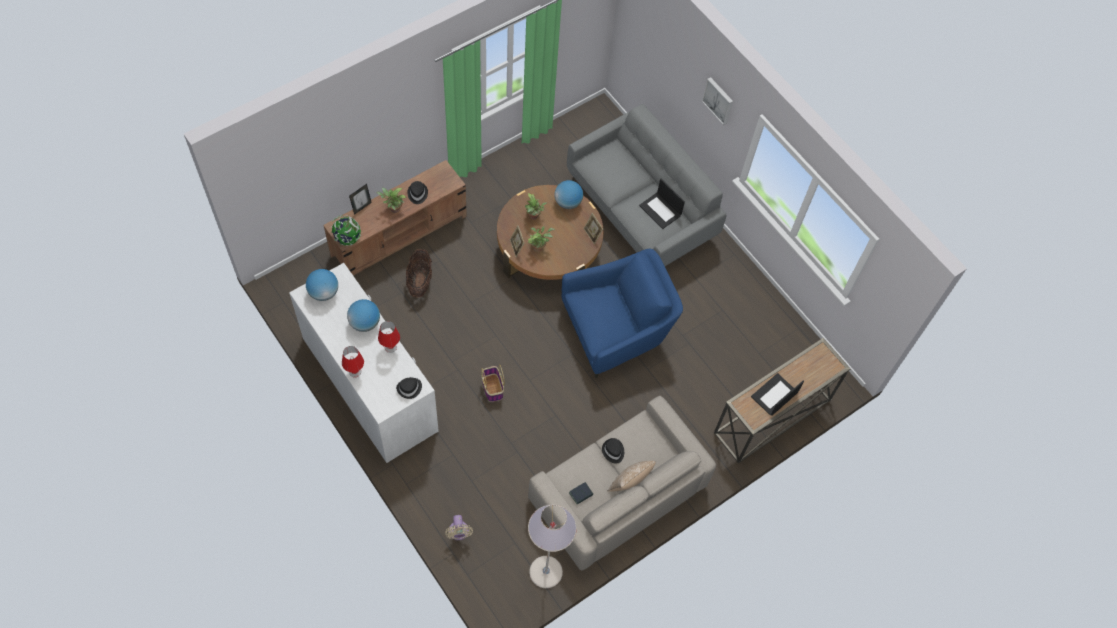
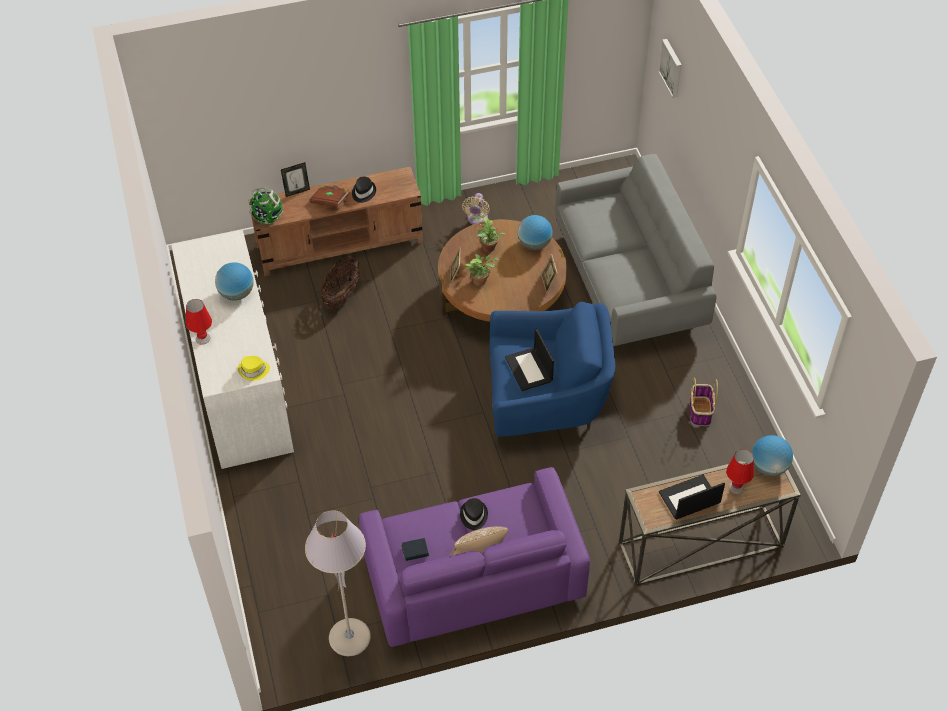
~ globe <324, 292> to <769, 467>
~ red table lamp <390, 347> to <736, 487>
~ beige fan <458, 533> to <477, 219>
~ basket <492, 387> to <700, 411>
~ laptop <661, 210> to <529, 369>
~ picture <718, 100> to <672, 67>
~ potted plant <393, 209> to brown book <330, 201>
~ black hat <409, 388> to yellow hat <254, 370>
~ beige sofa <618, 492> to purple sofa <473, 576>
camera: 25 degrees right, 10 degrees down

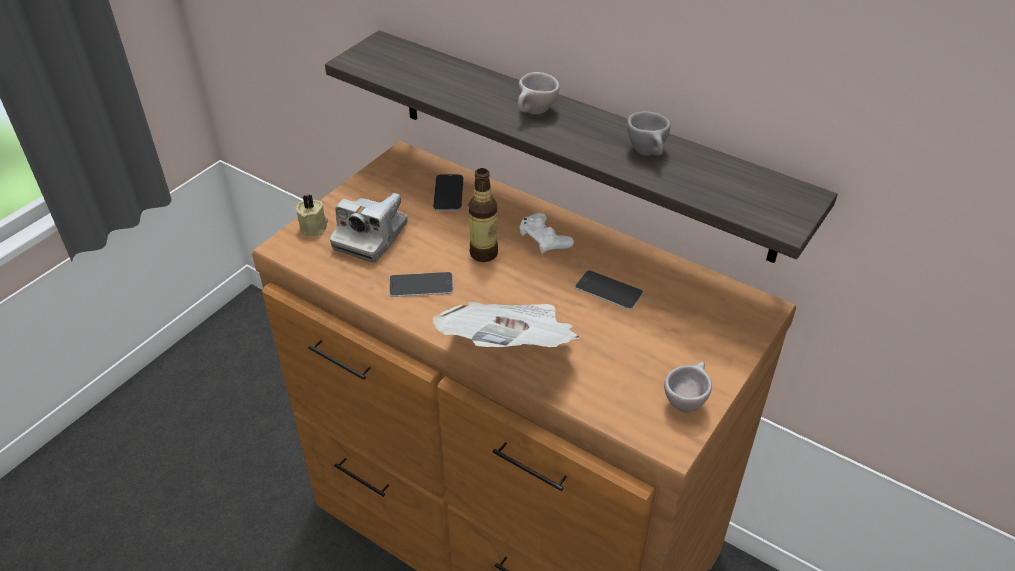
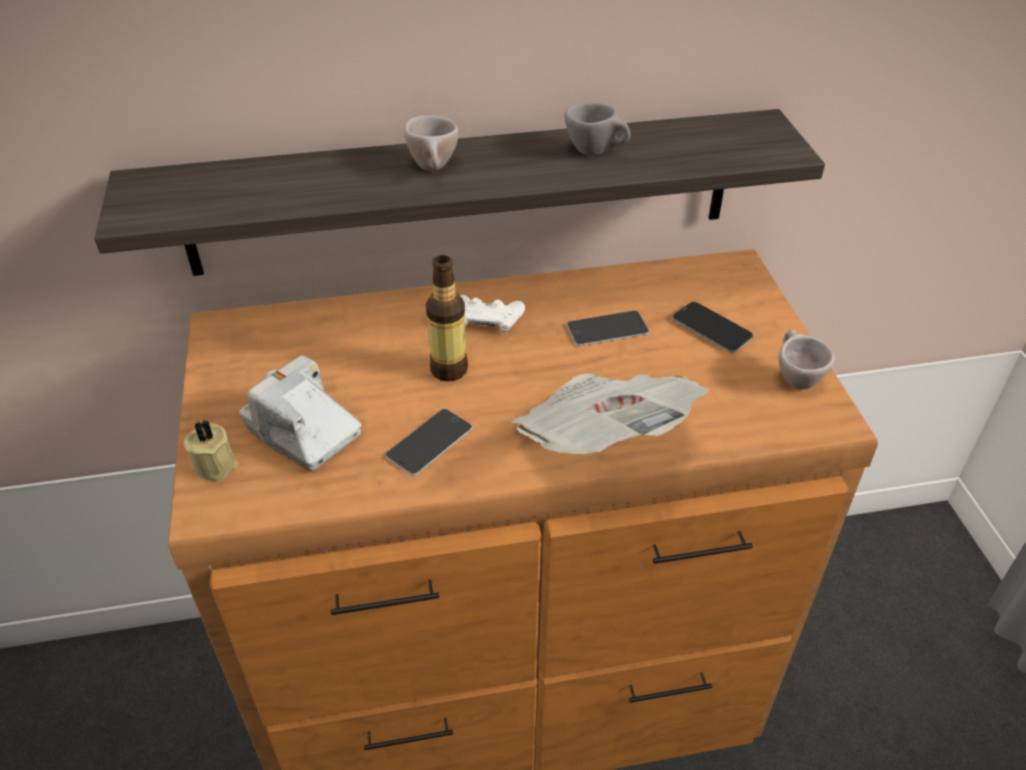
~ phone <448, 193> to <711, 328>
~ photo camera <371, 237> = <303, 431> 150 degrees clockwise
camera: 45 degrees left, 0 degrees up

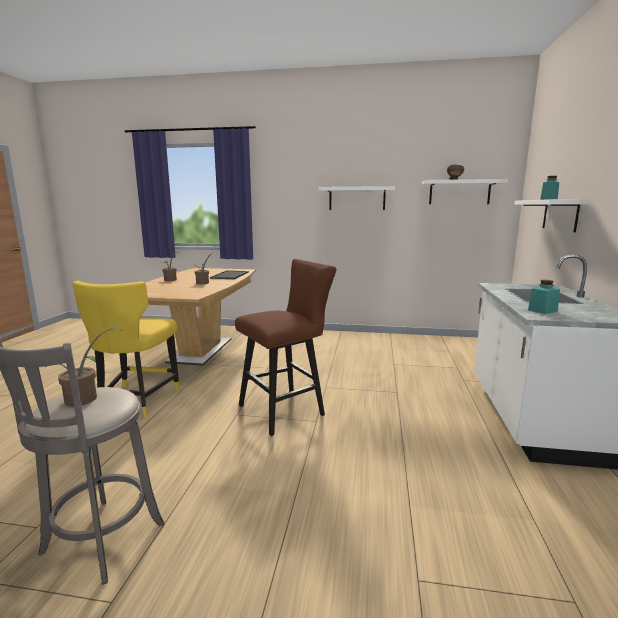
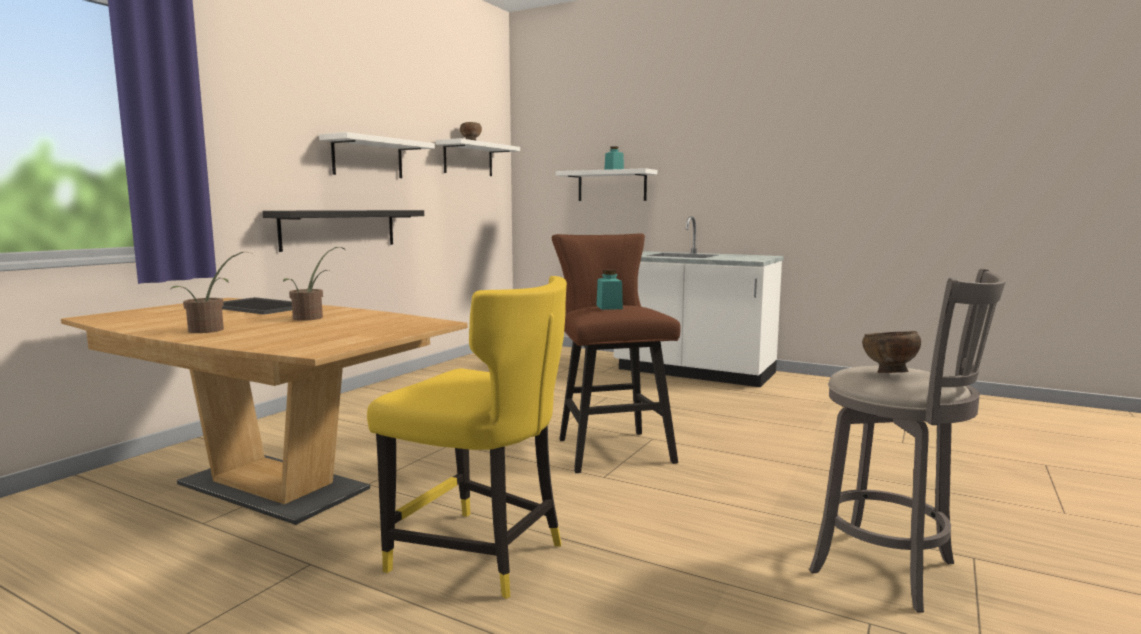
+ black shelf <339, 229>
~ turquoise jar <542, 310> to <609, 307>
~ potted plant <85, 399> to brown bowl <888, 374>
camera: 70 degrees left, 5 degrees down

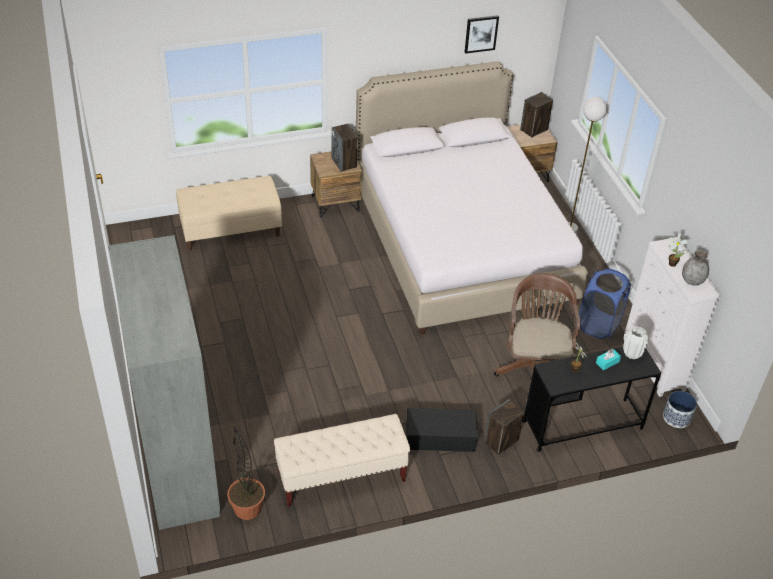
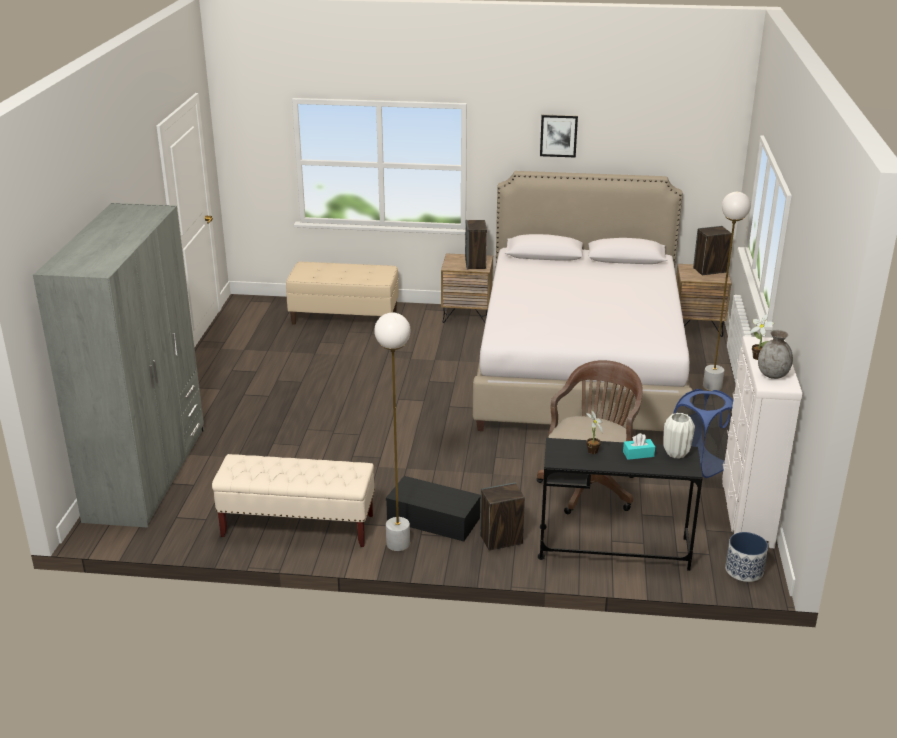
- potted plant <247, 508>
+ white floor lamp <398, 544>
~ picture <481, 33> to <558, 135>
camera: 25 degrees right, 15 degrees down

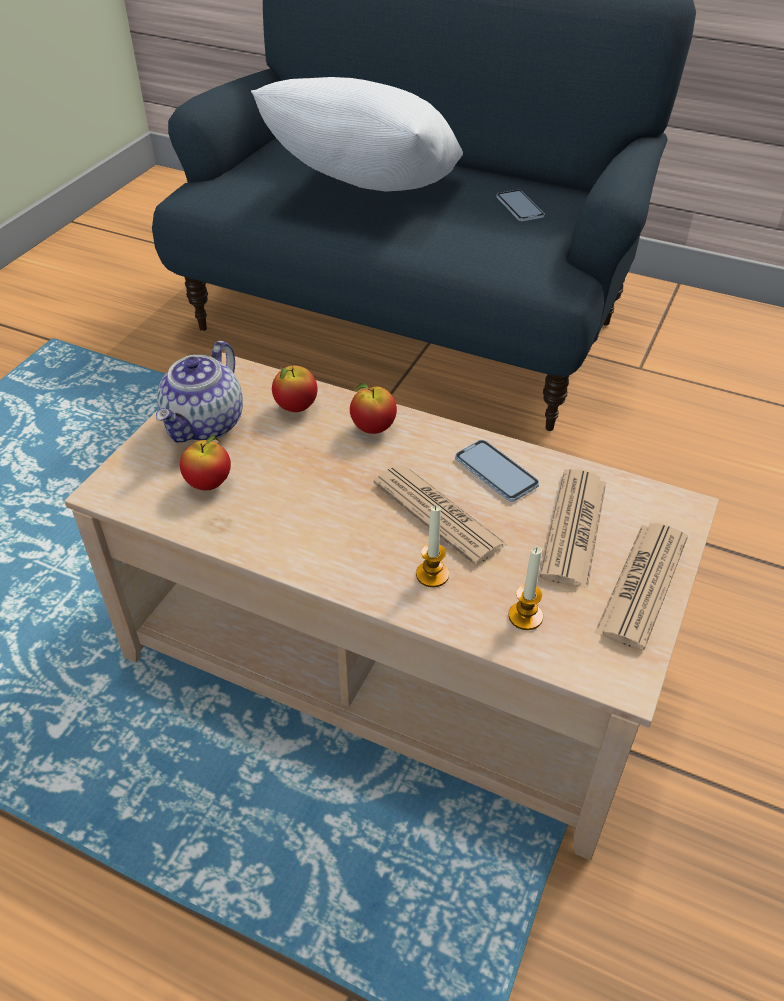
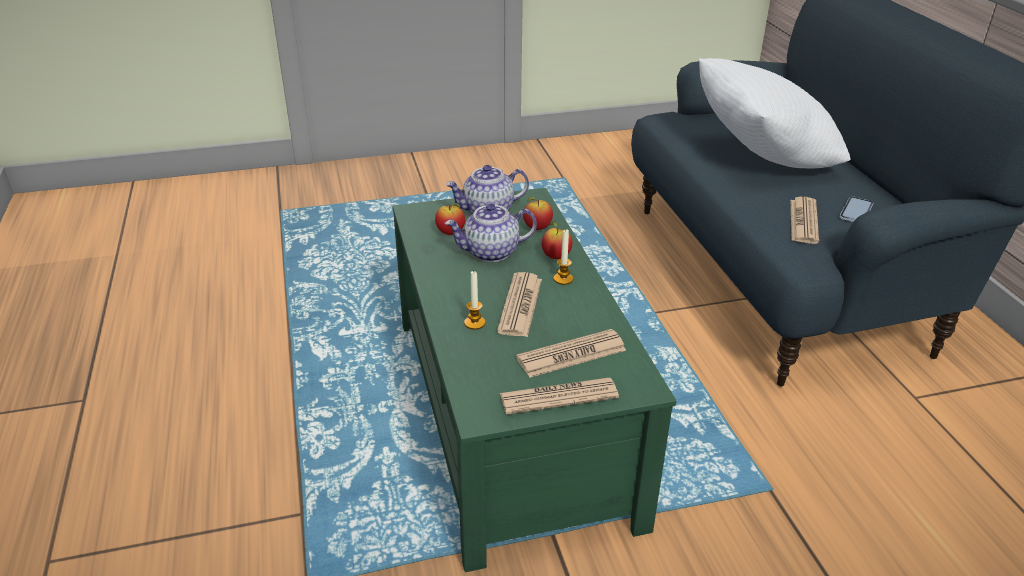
- phone <496, 472>
+ teapot <491, 252>
+ newspaper <803, 221>
~ candle <525, 616> to <563, 279>
~ beige coffee table <394, 654> to green coffee table <513, 416>
camera: 50 degrees right, 10 degrees down

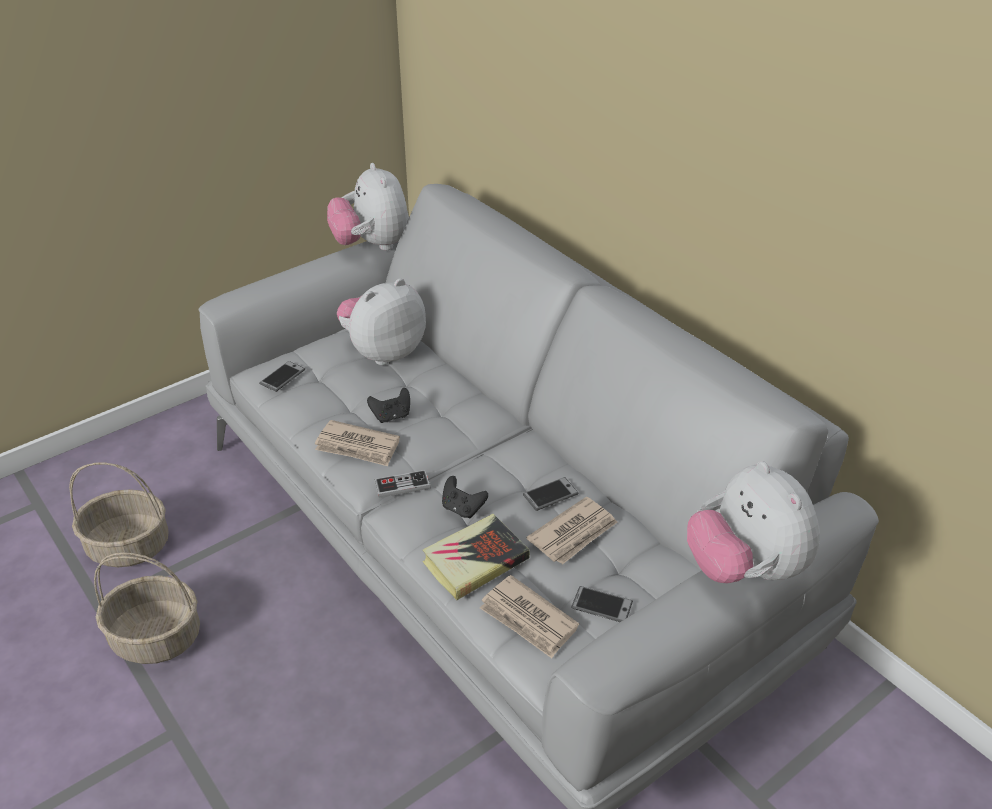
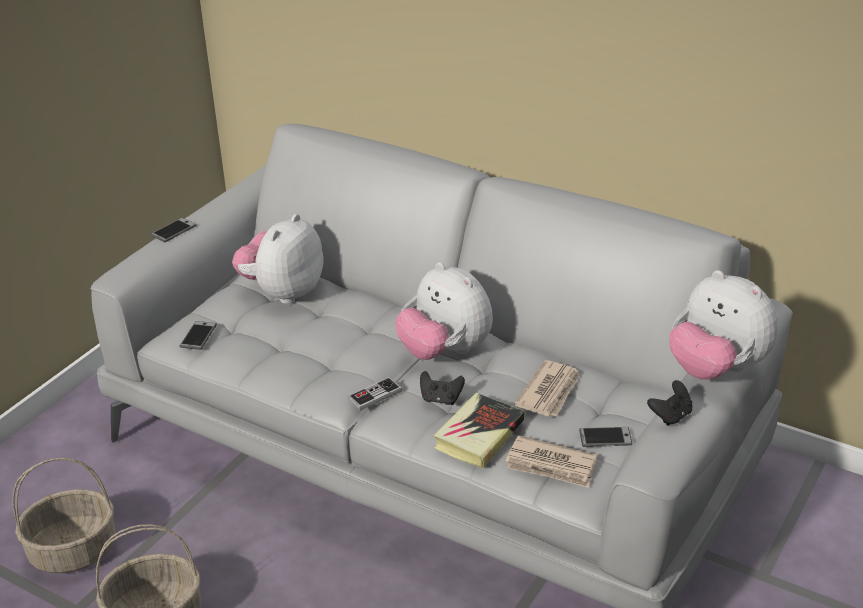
- newspaper <358, 446>
~ plush toy <372, 245> to <445, 351>
~ black game controller <391, 416> to <671, 416>
~ phone <550, 494> to <173, 231>
camera: 20 degrees left, 5 degrees down

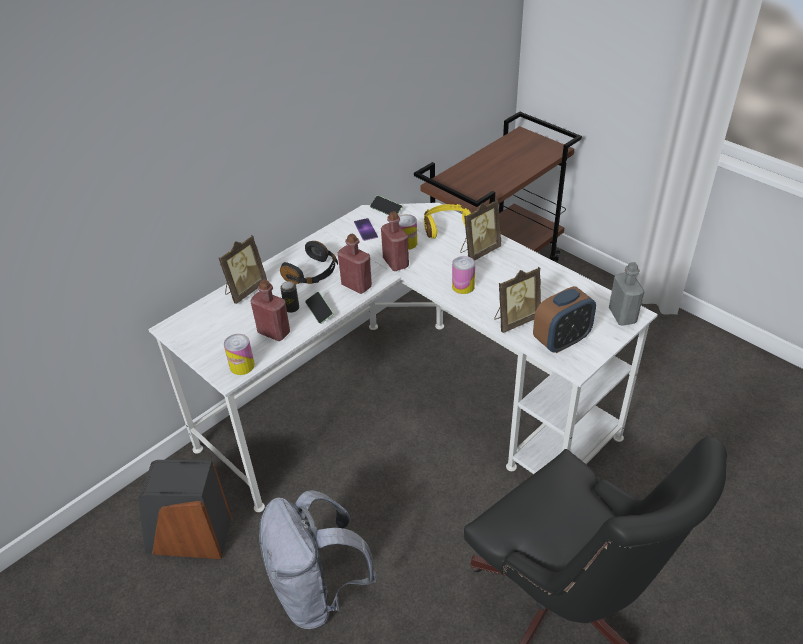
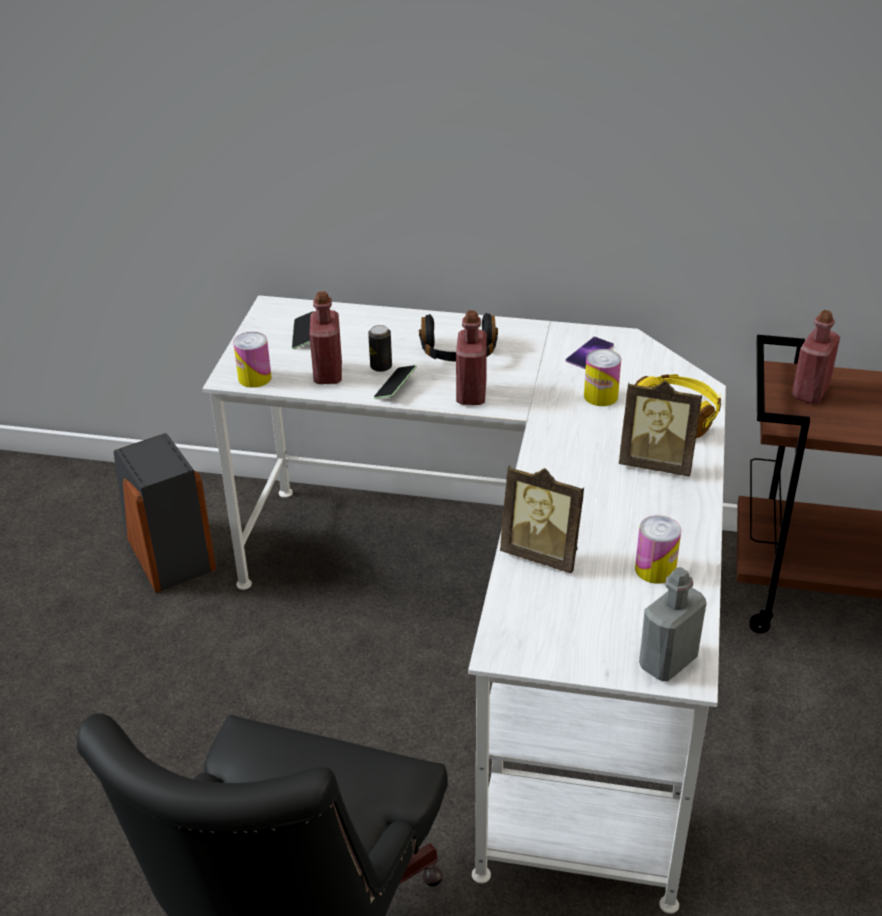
- picture frame <245, 290>
- grey backpack <319, 592>
- alarm clock <561, 341>
~ phone <386, 210> to <304, 336>
~ red bottle <395, 263> to <810, 392>
~ can <463, 286> to <655, 569>
camera: 55 degrees right, 5 degrees down

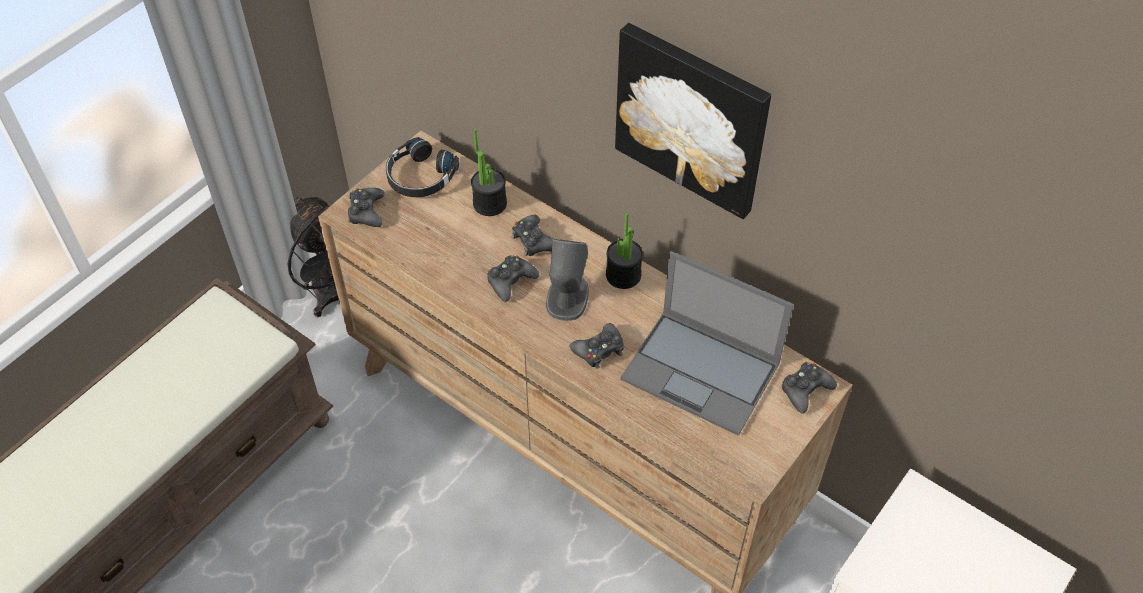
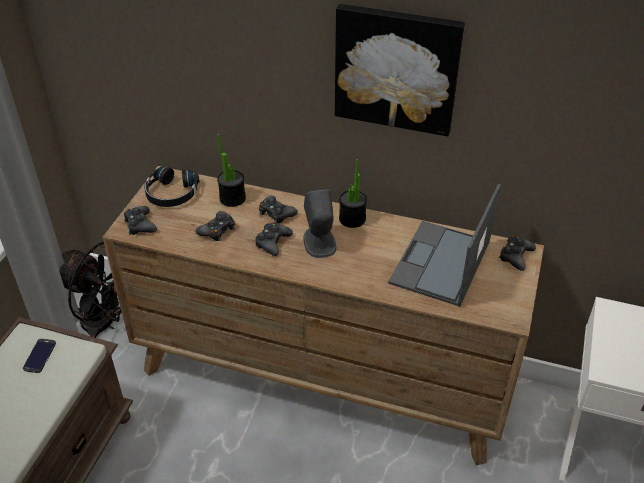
+ phone <40, 356>
~ black game controller <599, 350> to <217, 230>
~ laptop <702, 372> = <440, 264> 105 degrees clockwise
camera: 20 degrees left, 10 degrees down

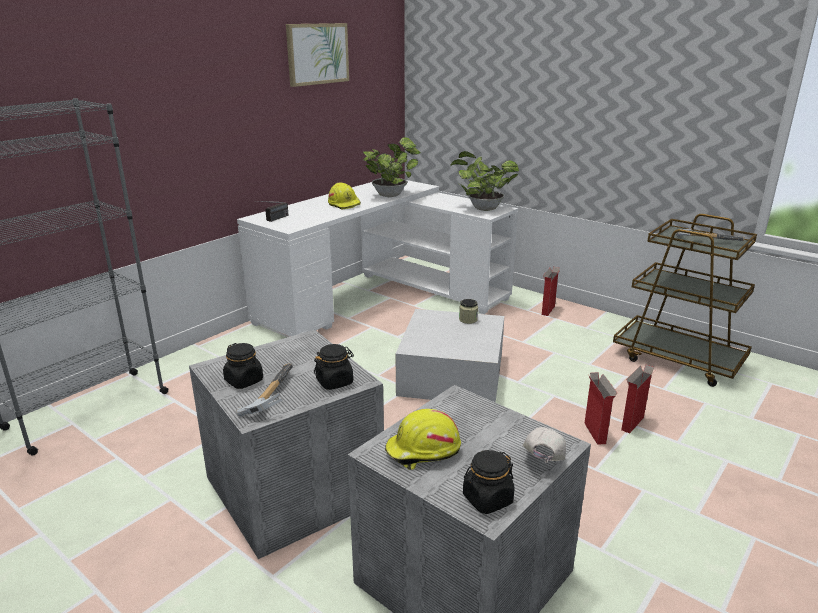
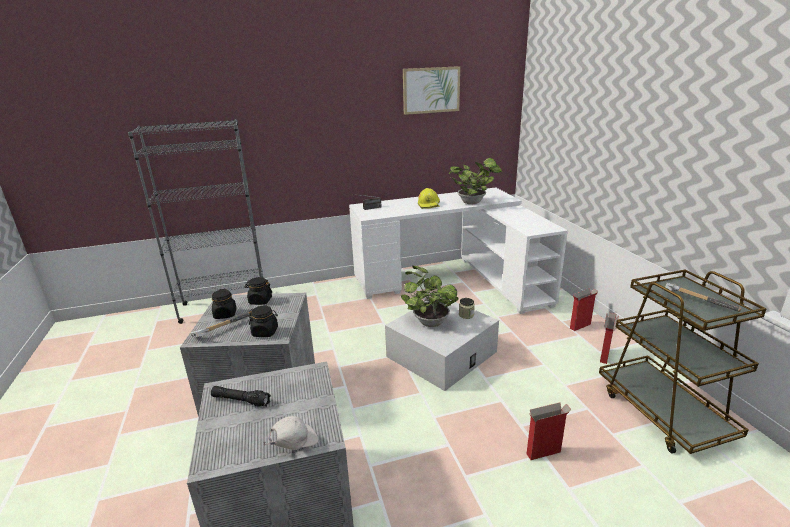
~ potted plant <482, 208> to <429, 321>
~ black jar <487, 499> to <260, 301>
~ cardboard box <595, 433> to <604, 356>
~ yellow hard hat <423, 451> to black flashlight <241, 400>
camera: 35 degrees right, 0 degrees up

